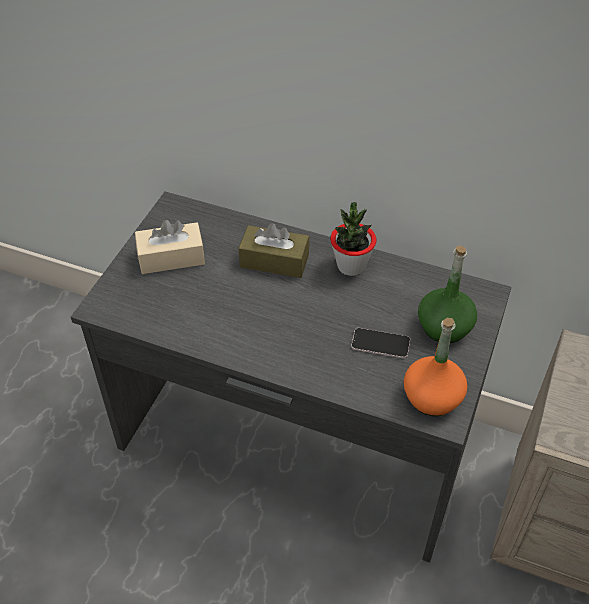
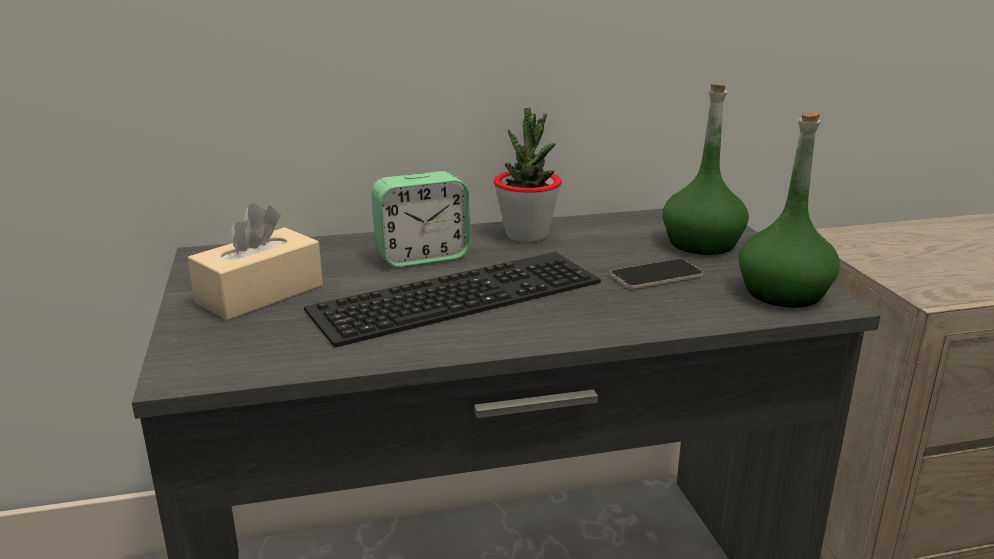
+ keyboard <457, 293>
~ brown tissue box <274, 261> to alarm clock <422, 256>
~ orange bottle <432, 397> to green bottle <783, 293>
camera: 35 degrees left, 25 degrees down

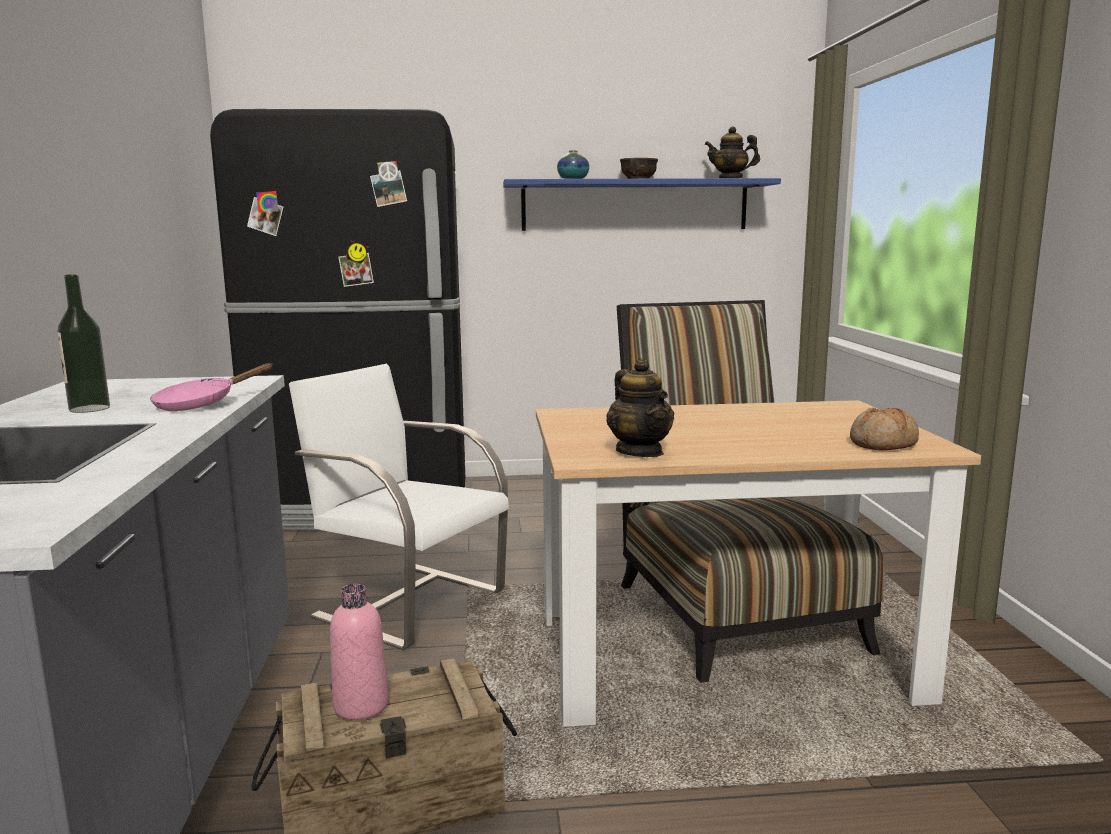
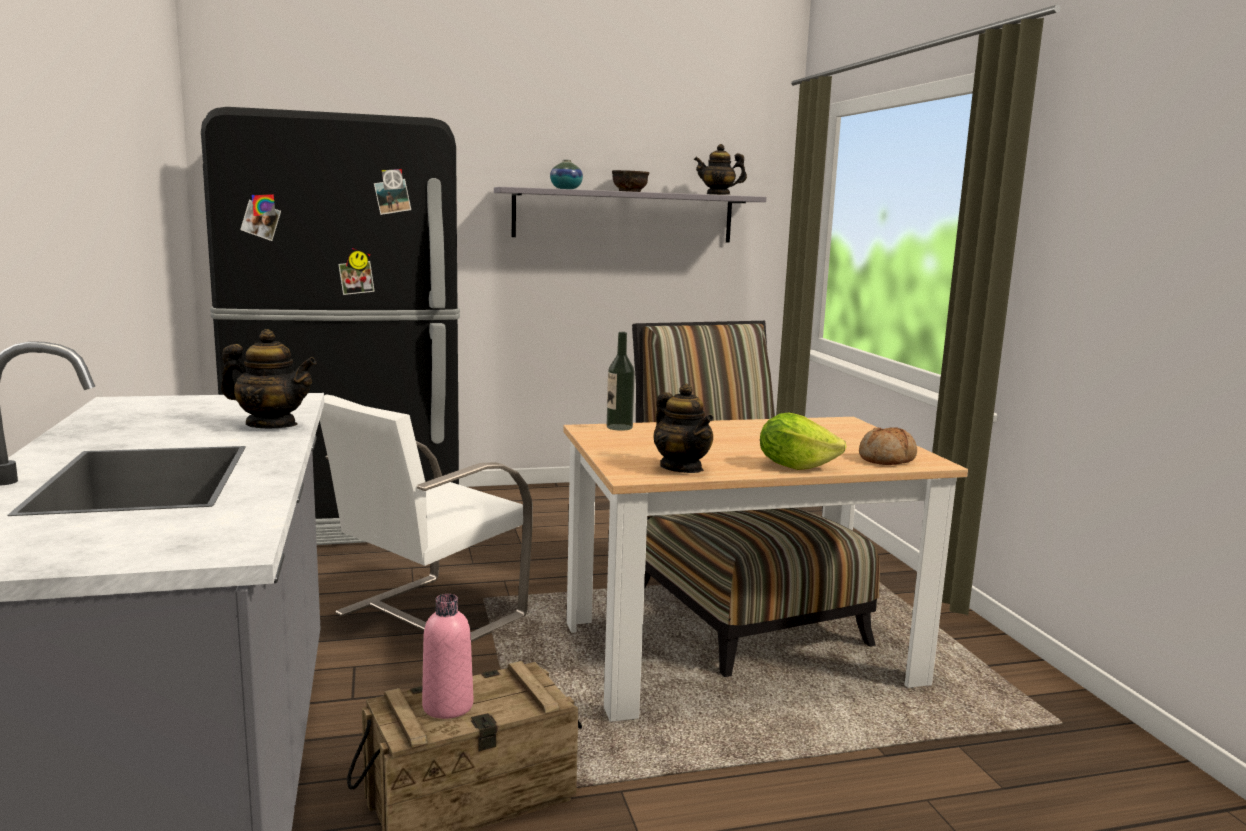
+ lettuce <795, 466>
~ bottle <89, 408> to <619, 427>
~ pink frying pan <202, 404> to teapot <271, 425>
~ blue shelf <634, 205> to grey shelf <624, 216>
~ white chair <408, 603> = <427, 616> 75 degrees counterclockwise
camera: 10 degrees left, 0 degrees up

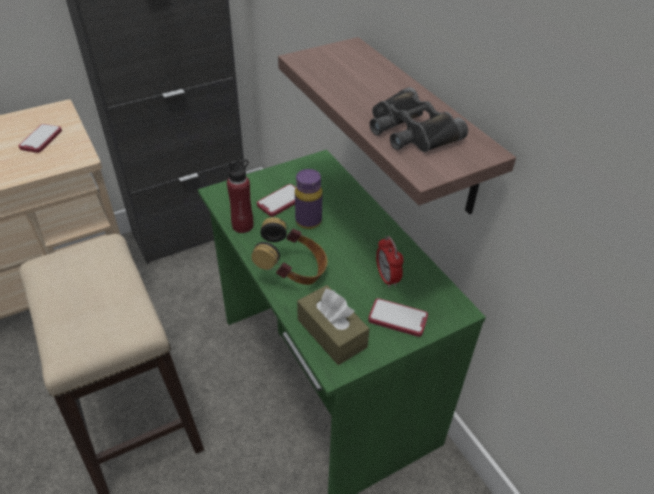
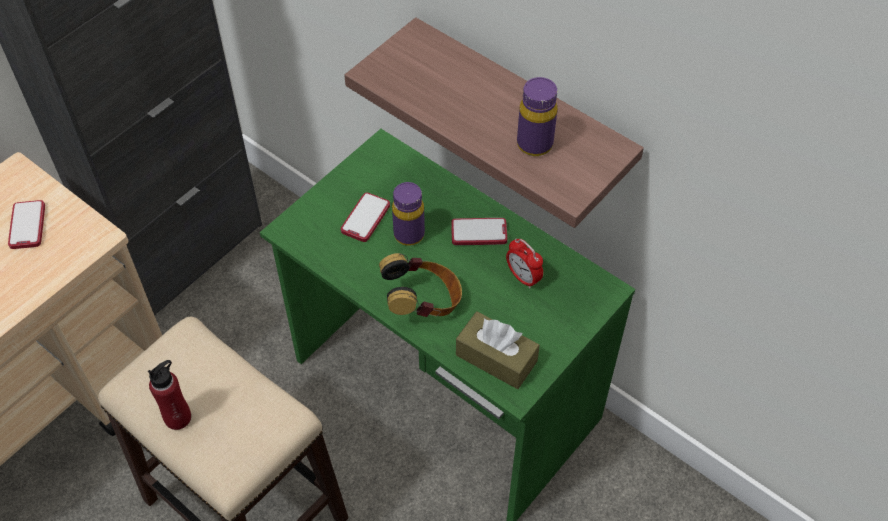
~ red bottle <243, 226> to <178, 417>
~ phone <397, 318> to <479, 233>
~ black binoculars <410, 131> to purple bottle <534, 144>
camera: 20 degrees left, 10 degrees up

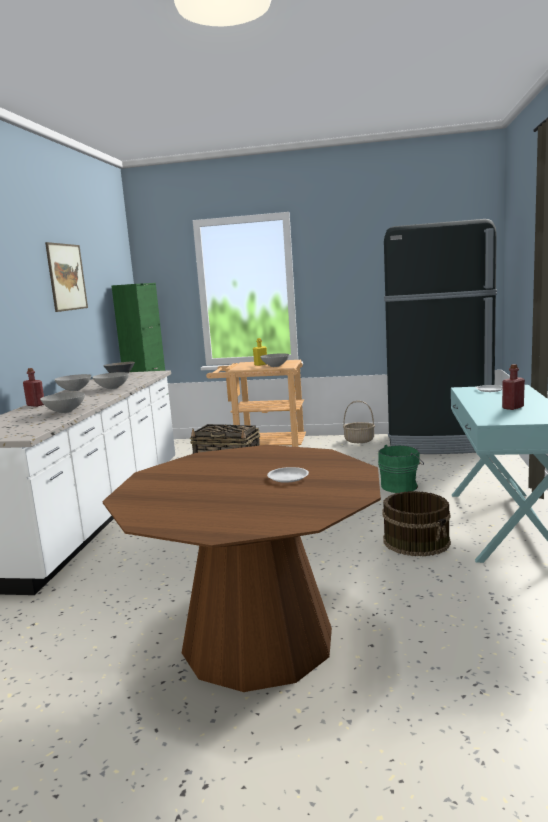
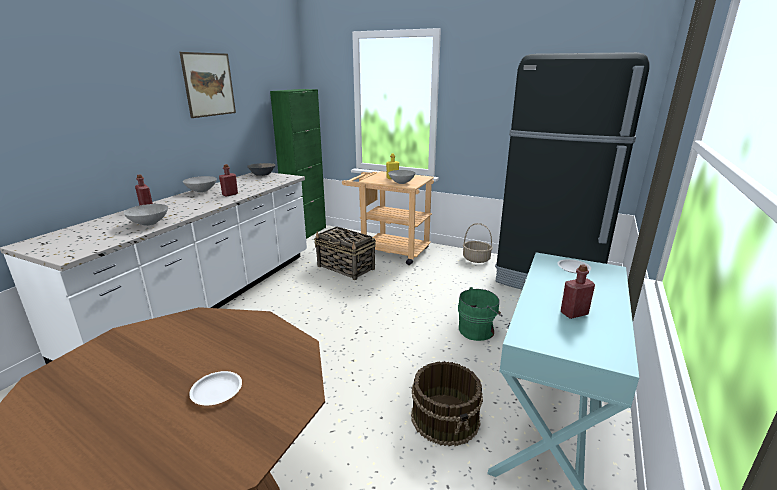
~ grey bowl <113, 388> to red bottle <230, 194>
camera: 15 degrees right, 10 degrees up

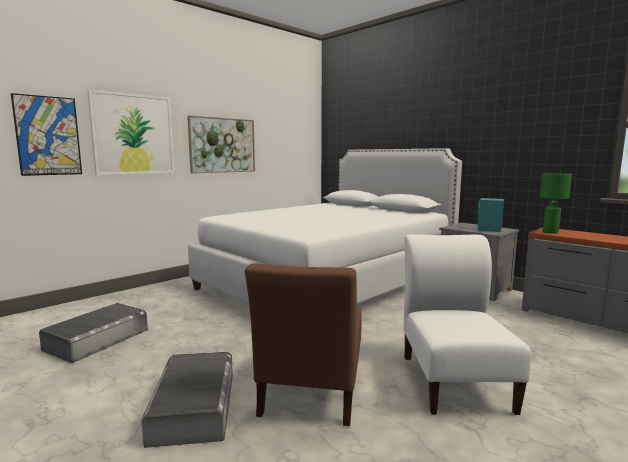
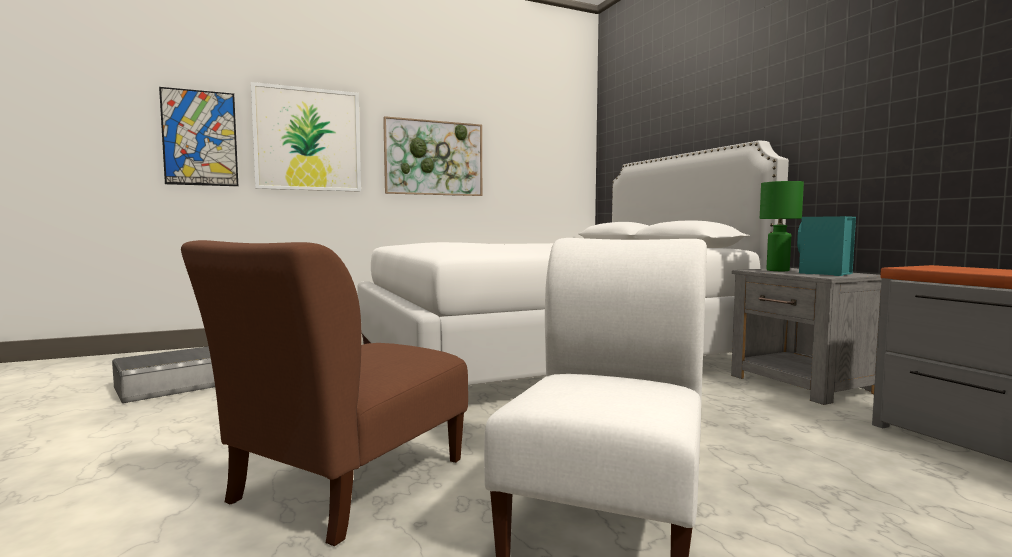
- grey storage box <194, 406>
~ green table lamp <550, 232> to <778, 270>
camera: 20 degrees right, 5 degrees down

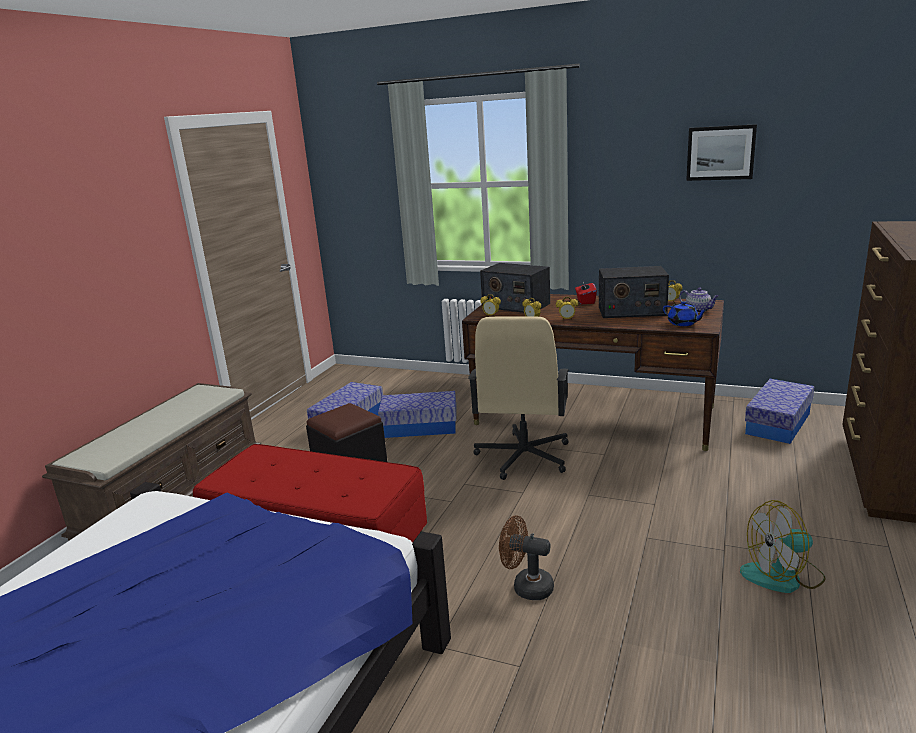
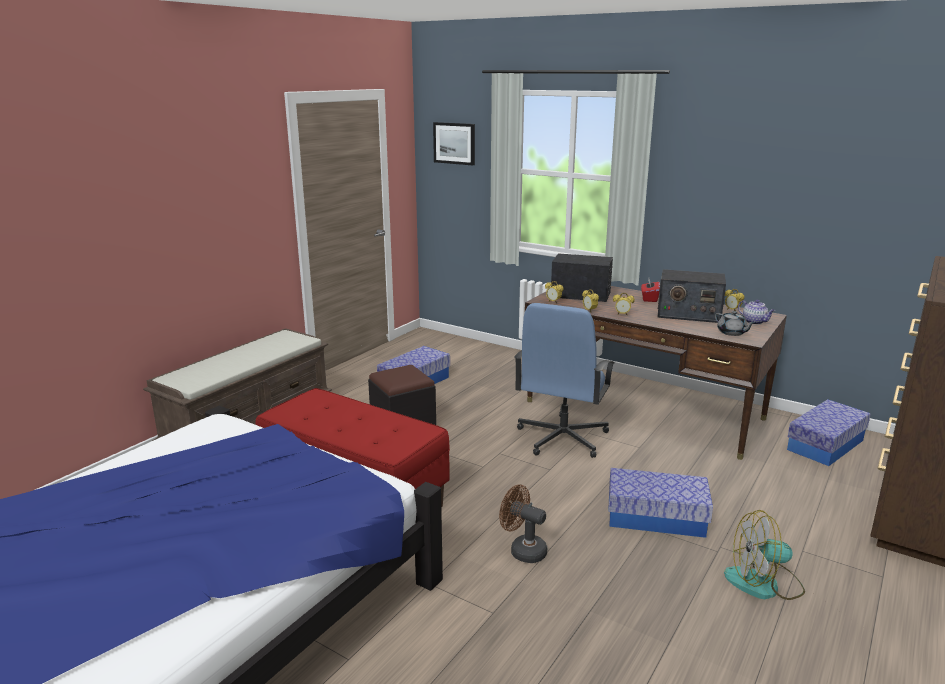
~ storage box <420, 427> to <656, 517>
~ picture <720, 153> to <454, 143>
~ beige office chair <523, 457> to blue office chair <561, 438>
~ blue teapot <683, 323> to grey teapot <732, 333>
~ radio <515, 305> = <581, 294> 150 degrees clockwise
camera: 10 degrees right, 0 degrees up

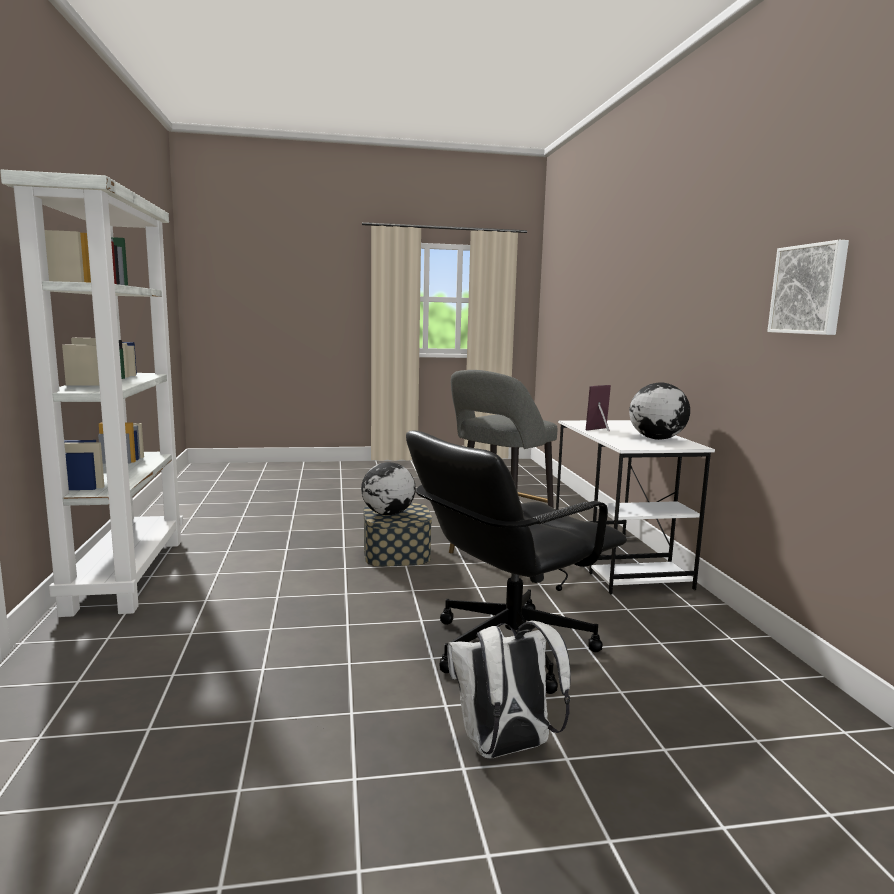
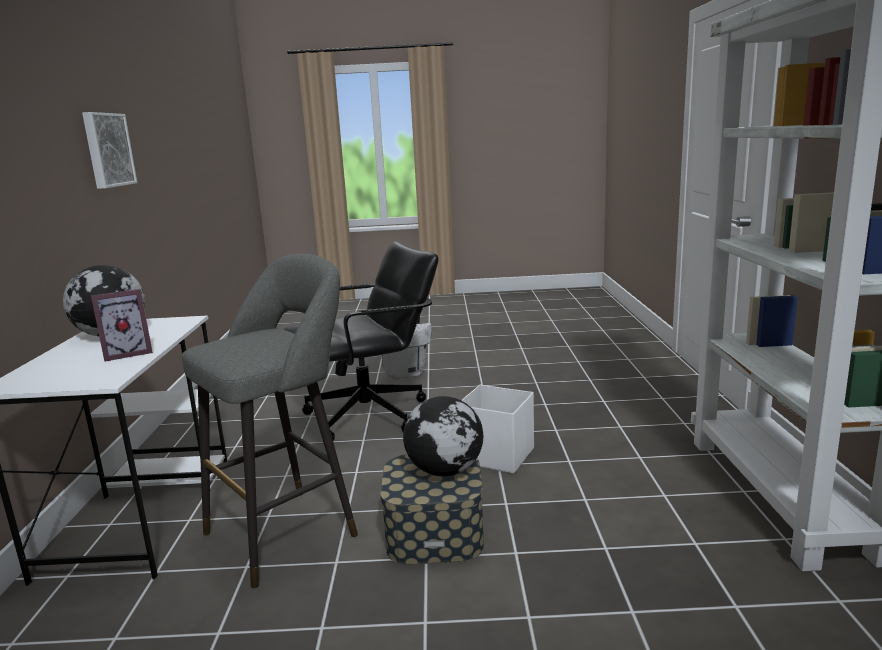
+ white storage box <496, 455>
camera: 170 degrees left, 5 degrees up

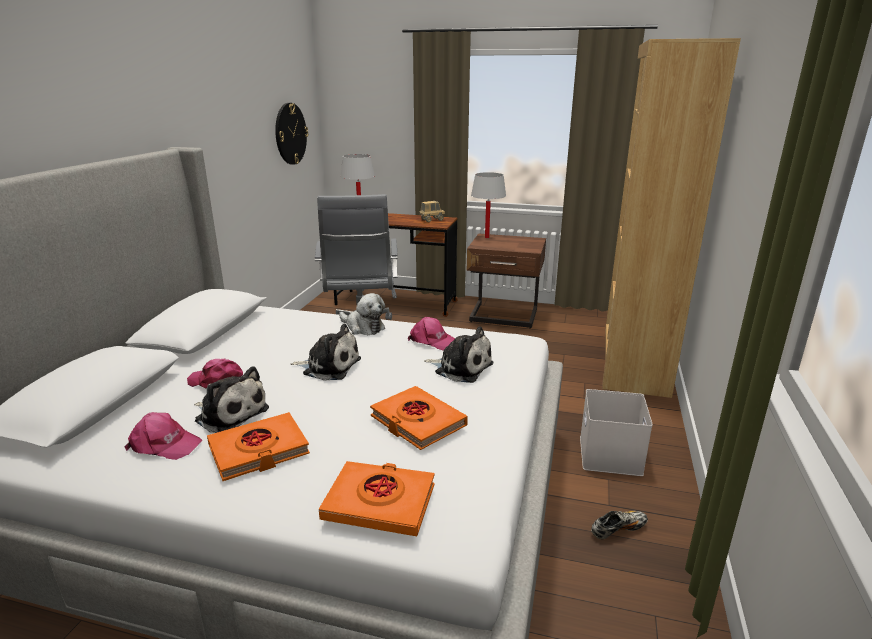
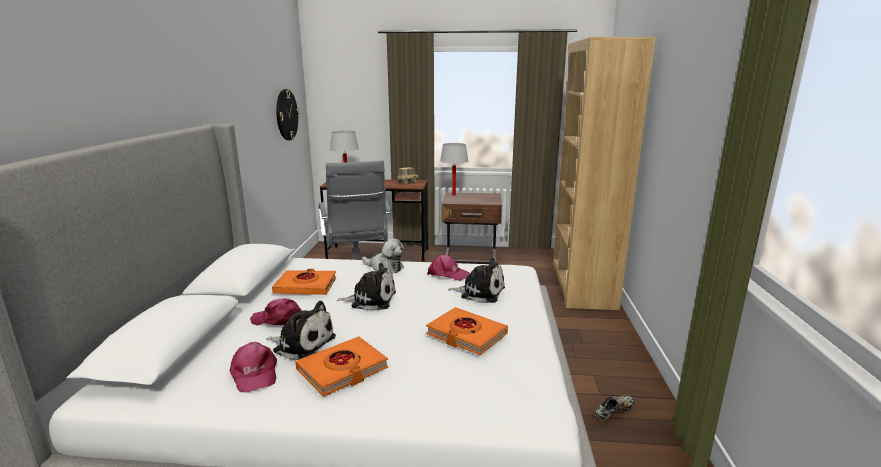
- white storage box <611, 456>
~ orange book <380, 503> to <306, 286>
~ pink cap <164, 444> = <254, 373> 60 degrees clockwise
camera: 10 degrees left, 5 degrees down

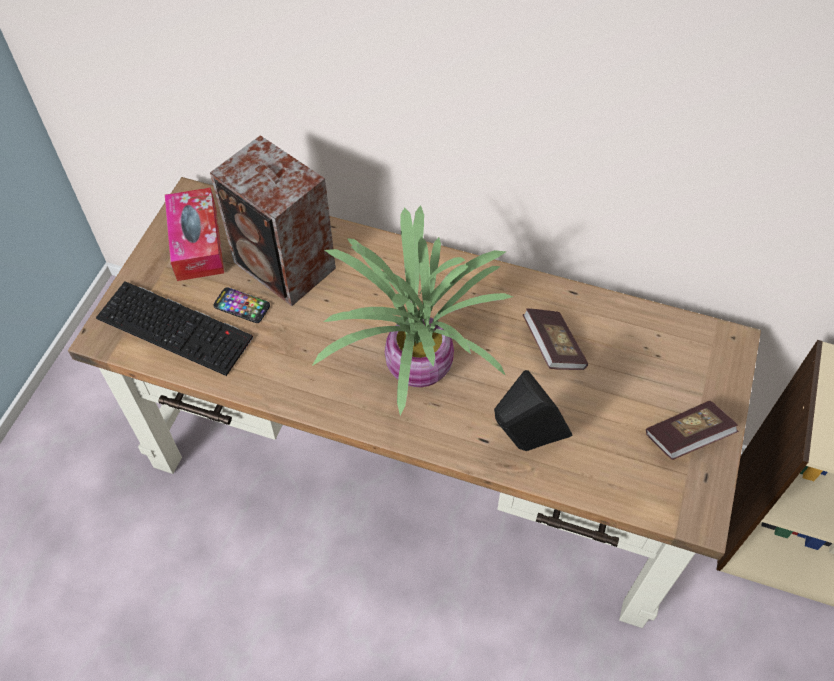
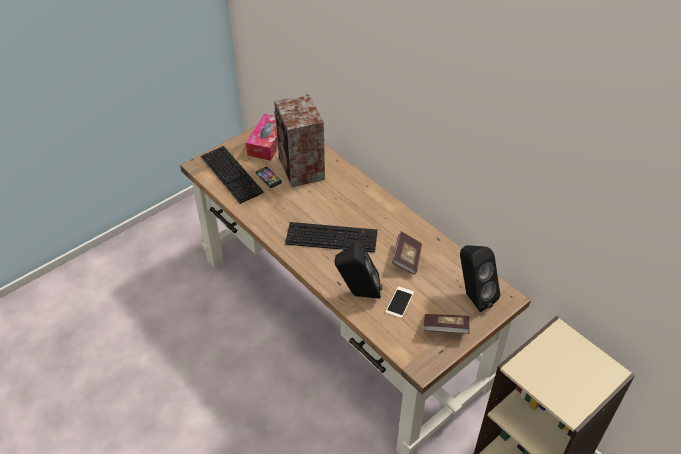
+ phone <400, 302>
+ black speaker <473, 297>
~ potted plant <418, 363> to keyboard <333, 237>
camera: 30 degrees right, 10 degrees down

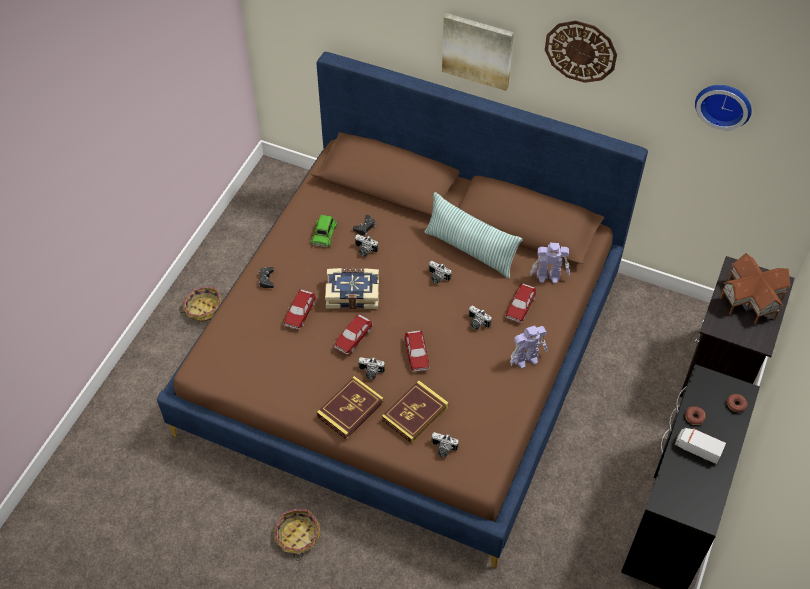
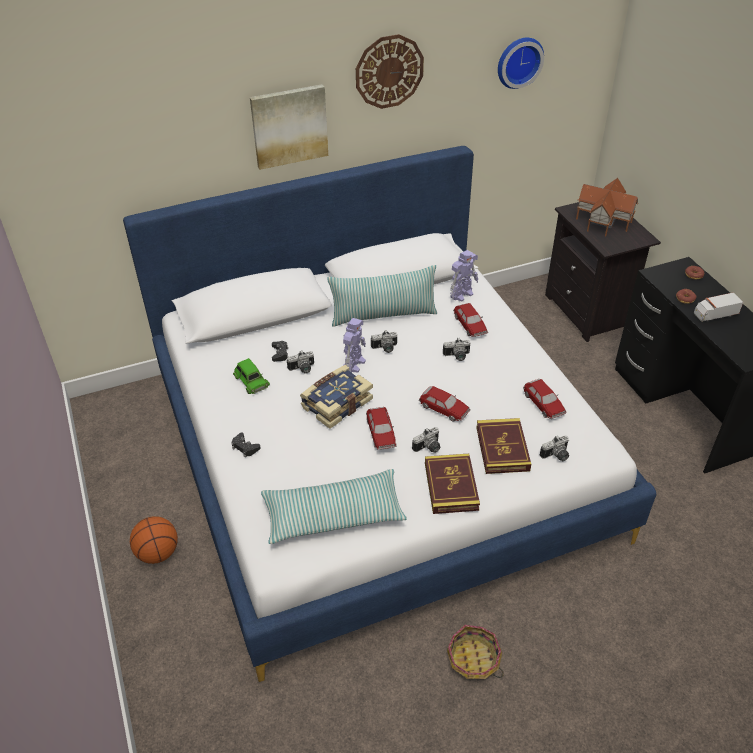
+ pillow <334, 515>
~ toy car <300, 313> to <543, 404>
~ toy robot <526, 359> to <354, 363>
~ basket <203, 309> to basketball <158, 553>
~ brown bed <405, 353> to white bed <377, 453>
camera: 45 degrees left, 10 degrees down

